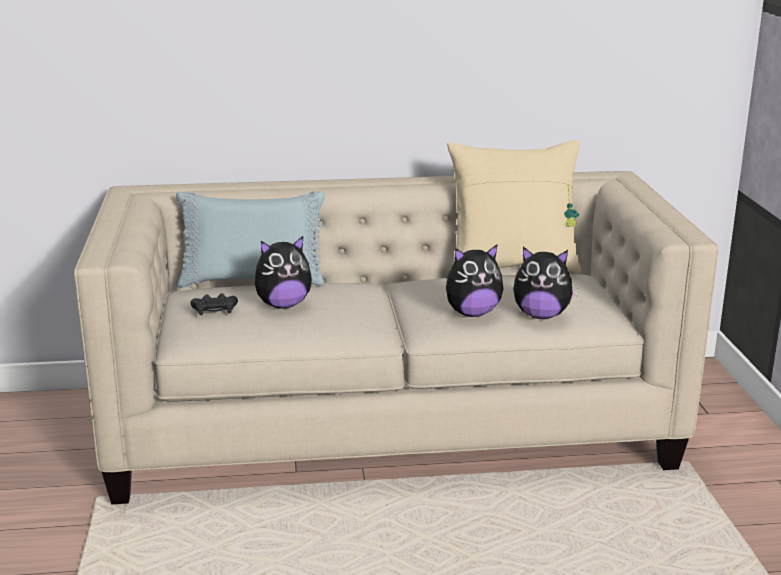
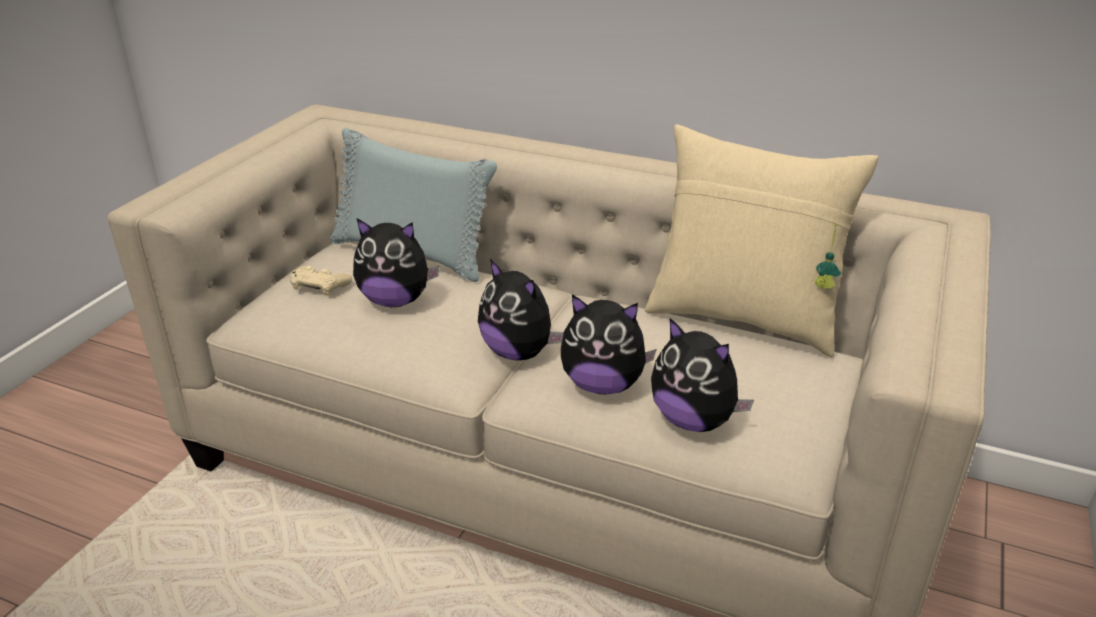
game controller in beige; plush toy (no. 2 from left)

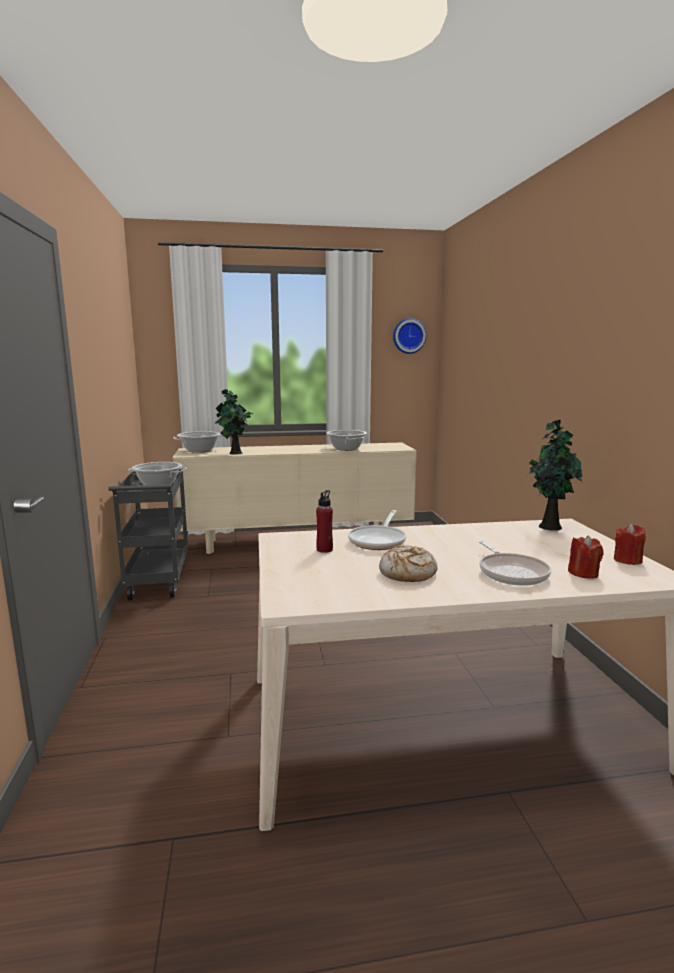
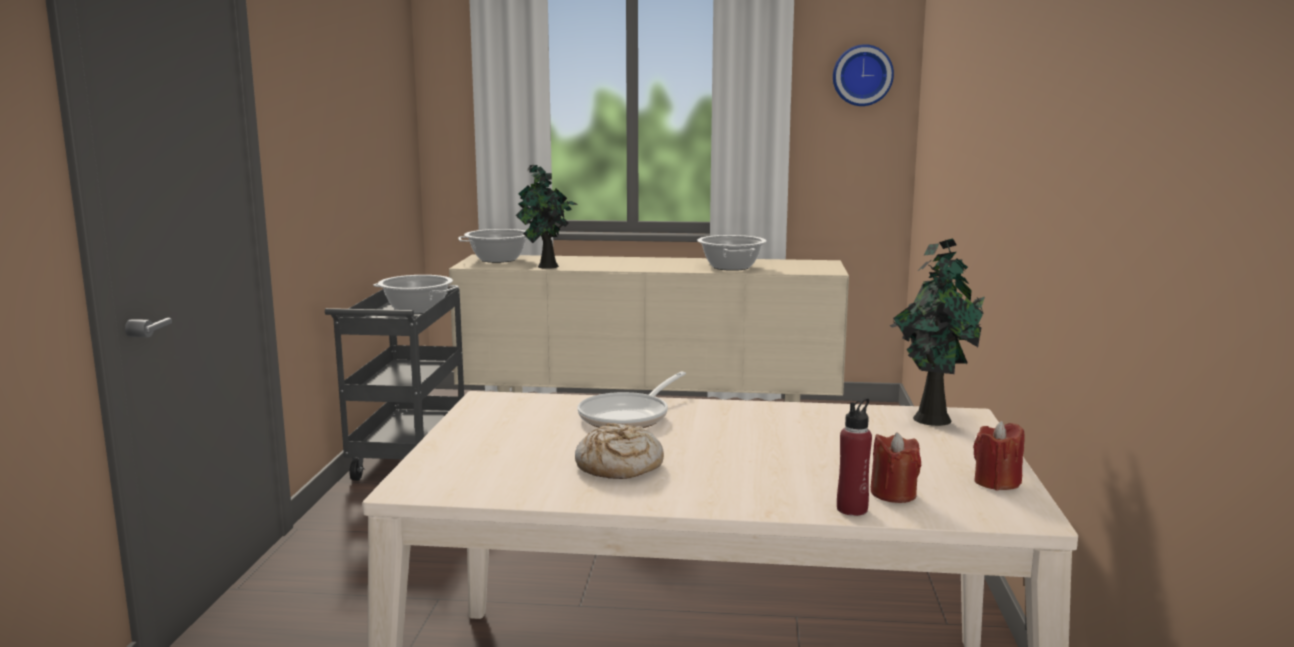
bottle in red; frying pan (no. 2 from left in the first image)

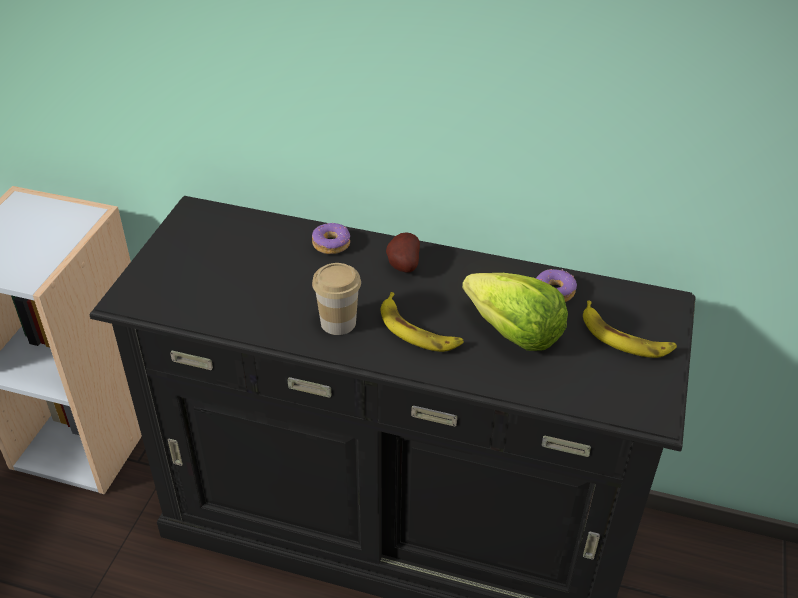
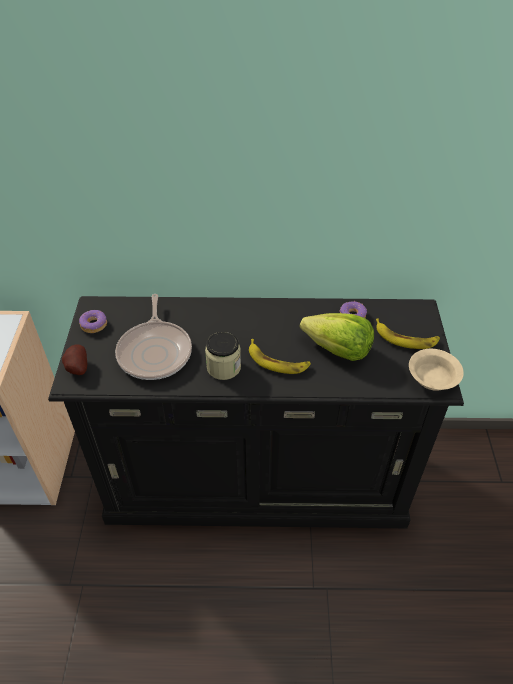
donut (no. 1 from left); potato; jar; frying pan; bowl in beige

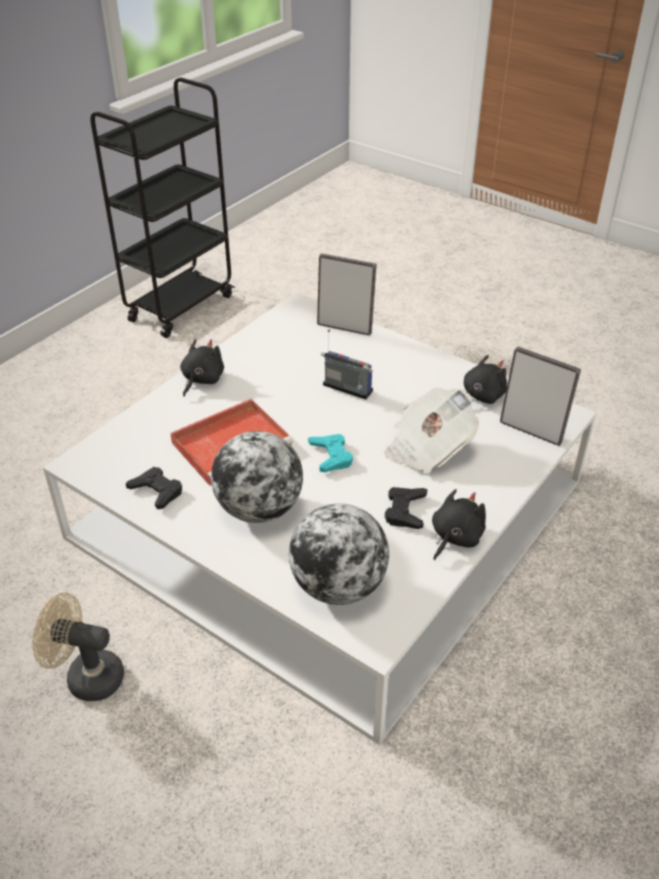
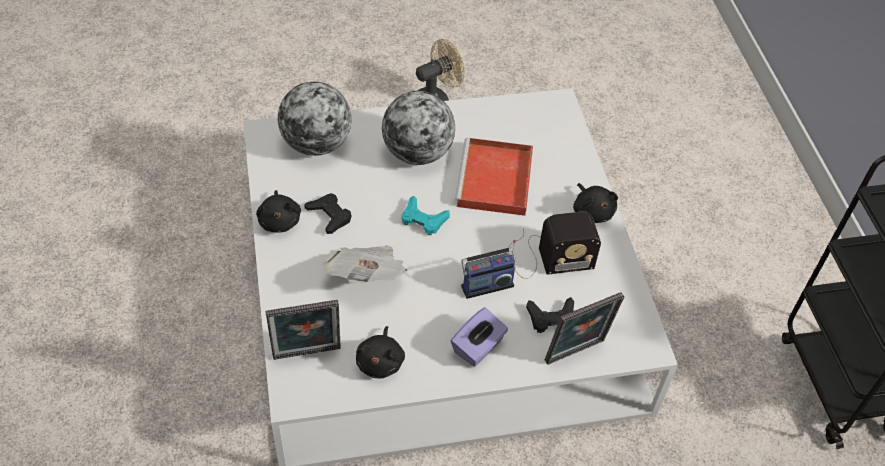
game controller in black (no. 2 from left); radio (no. 2 from left); tissue box in purple

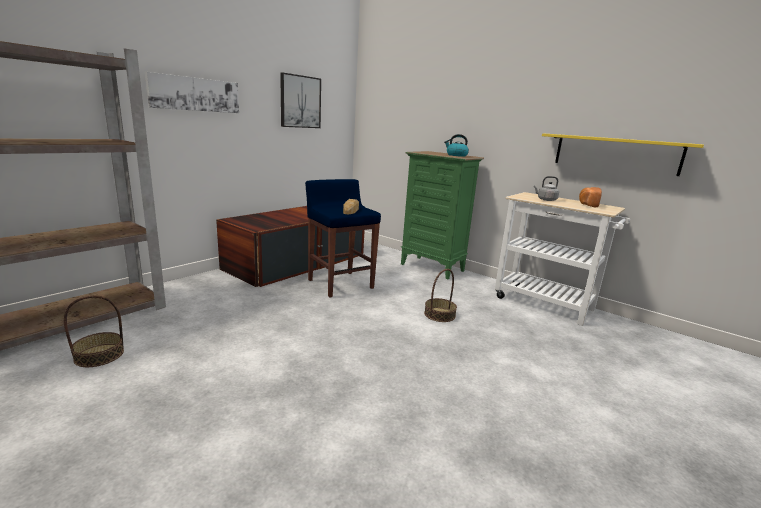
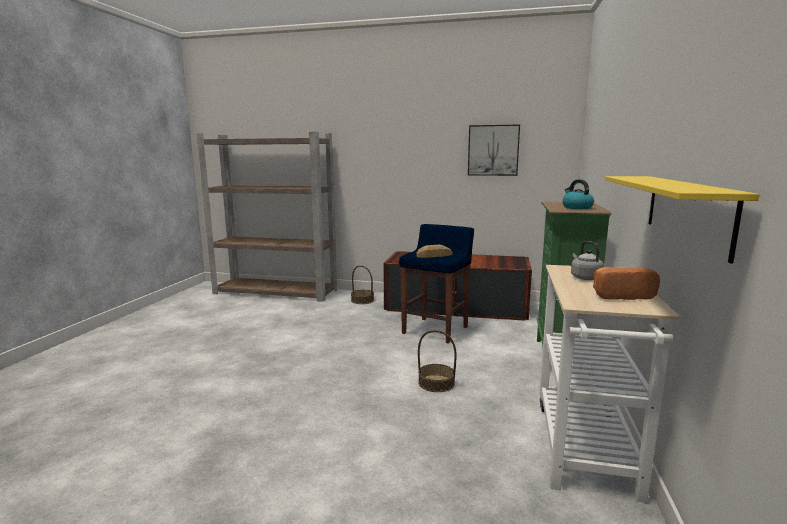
picture (no. 1 from left in the first image); basket (no. 1 from left)

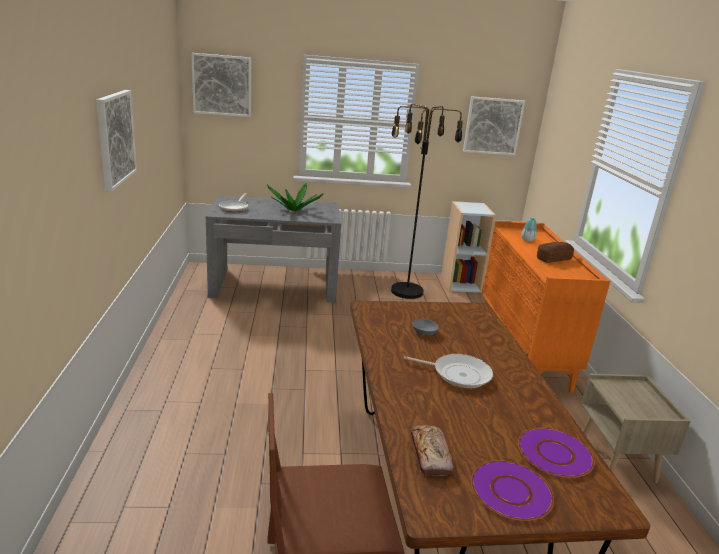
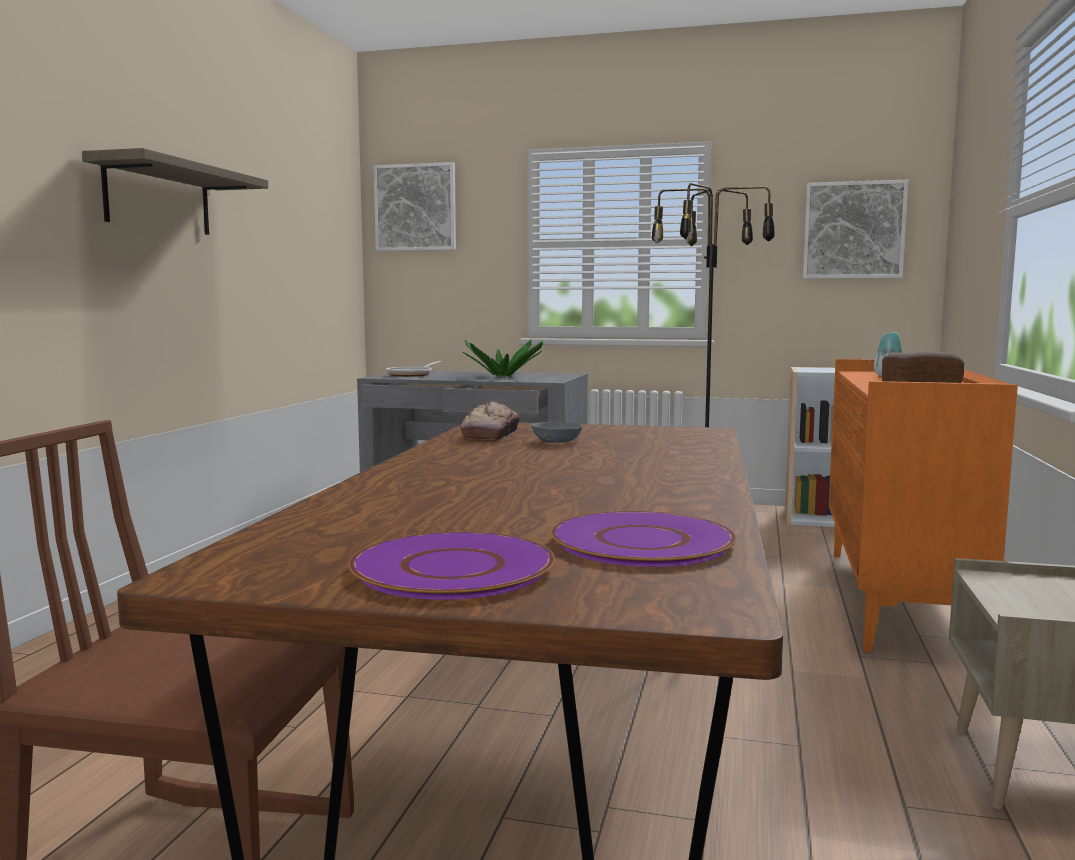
shelf; frying pan (no. 2 from left in the first image); bread (no. 1 from left)

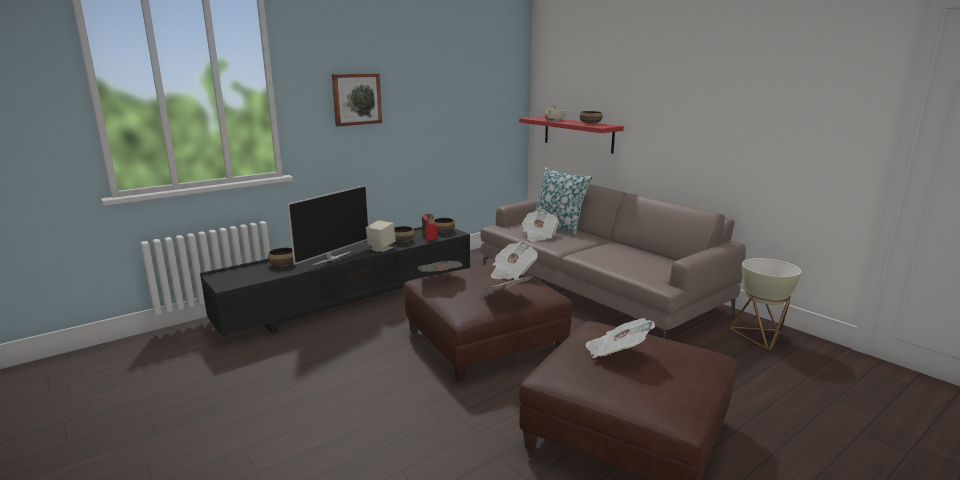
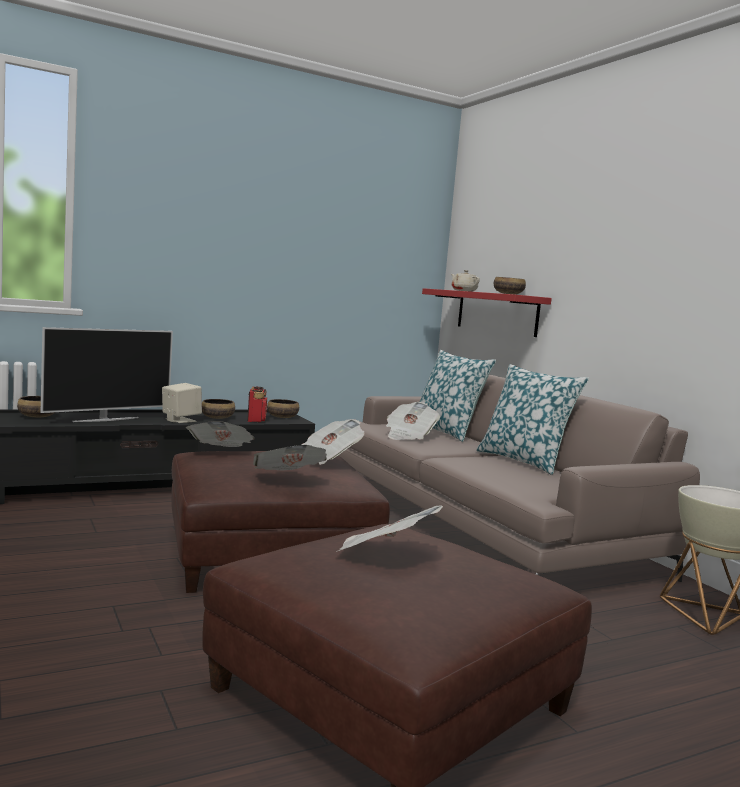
picture; pillow (no. 2 from left)

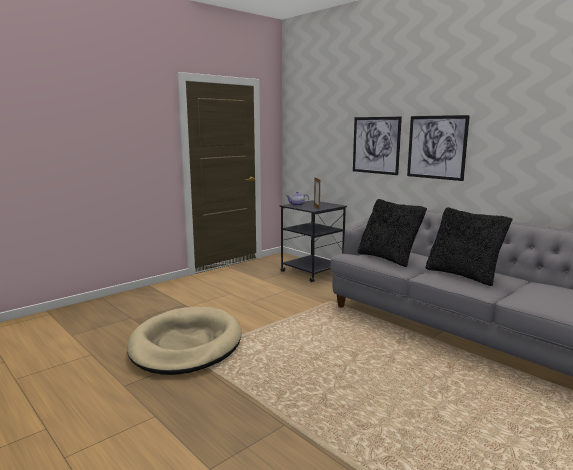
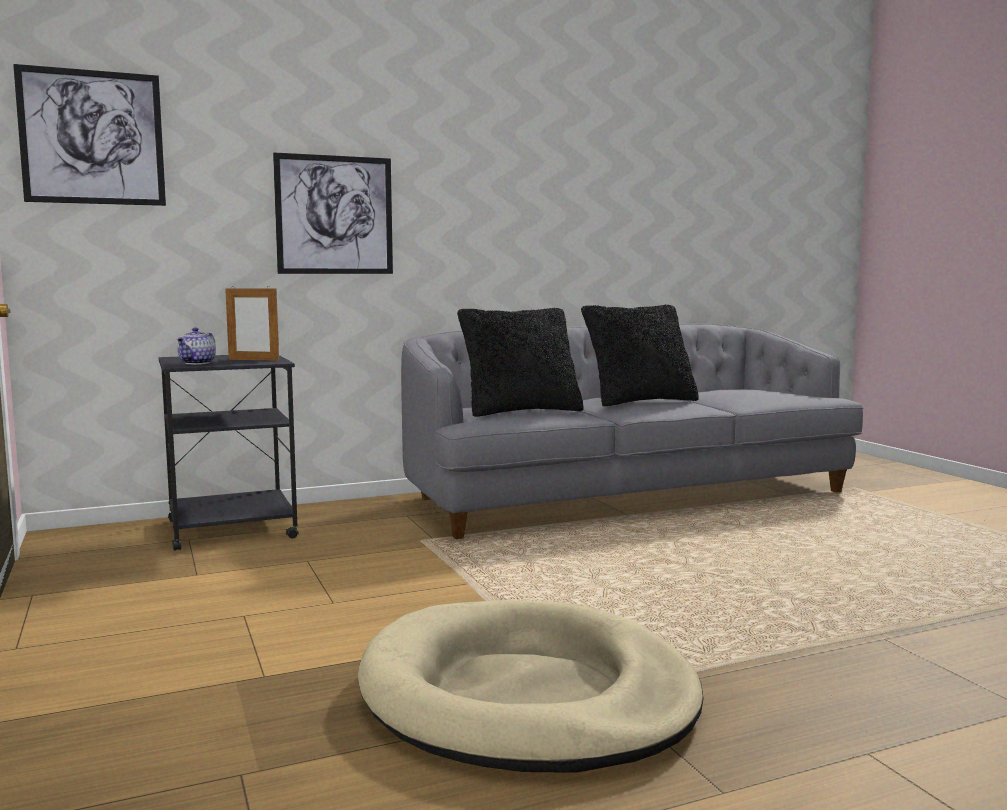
picture (no. 1 from left)

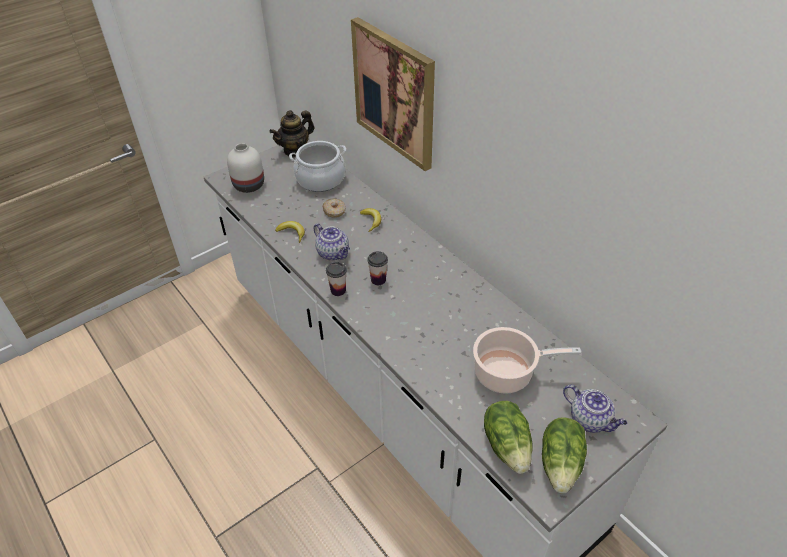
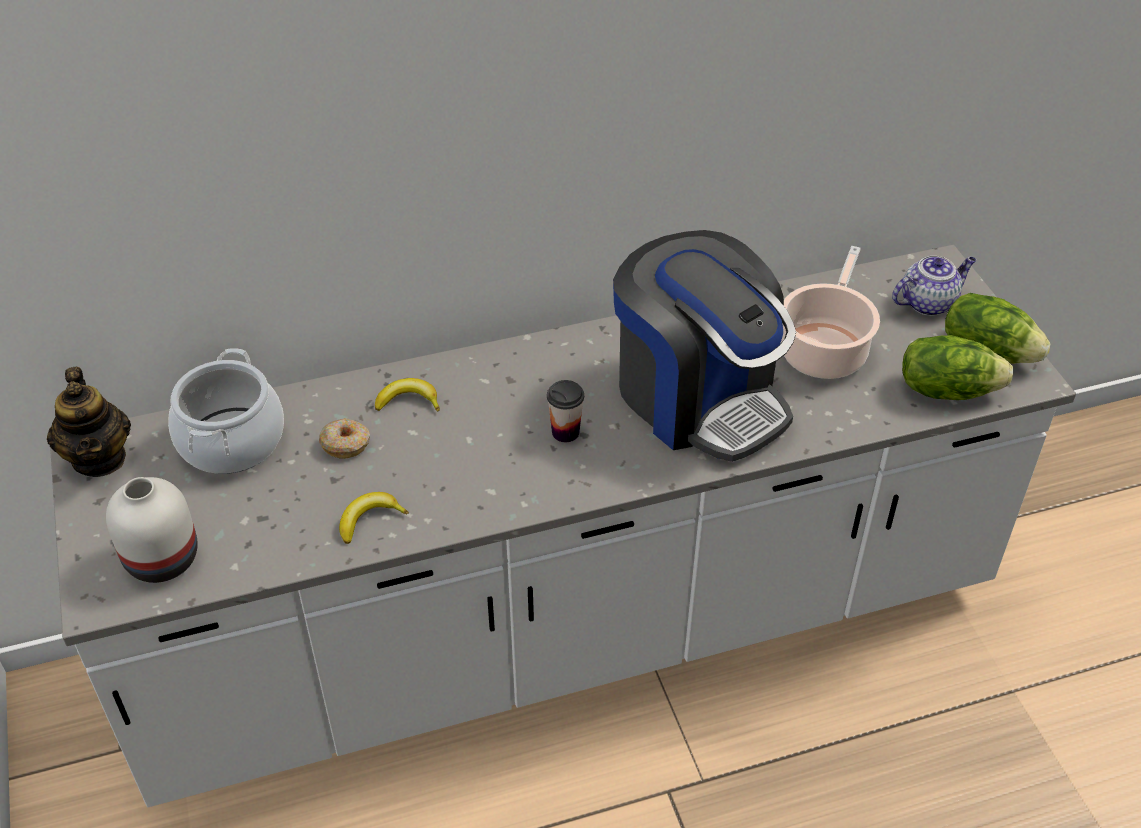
picture; teapot (no. 2 from left in the first image); cup (no. 1 from left in the first image); coffee machine

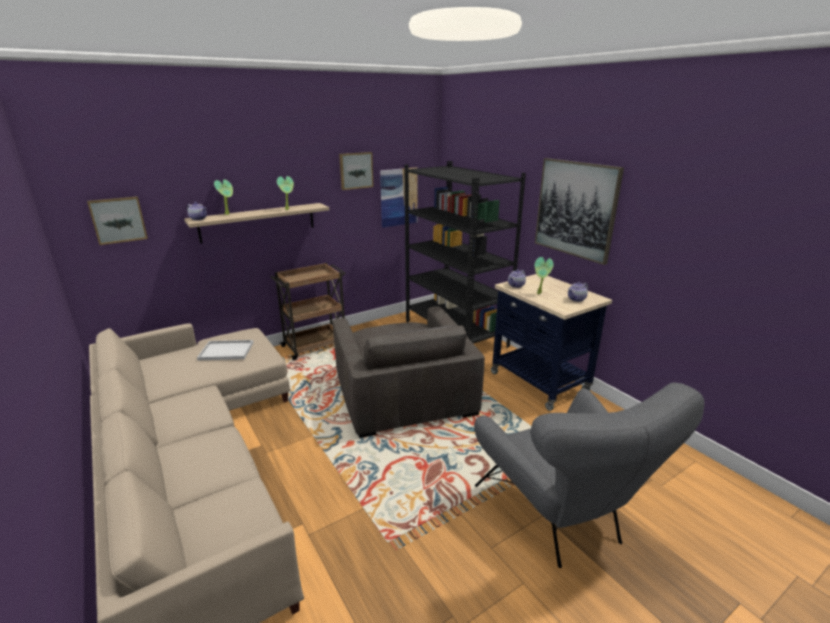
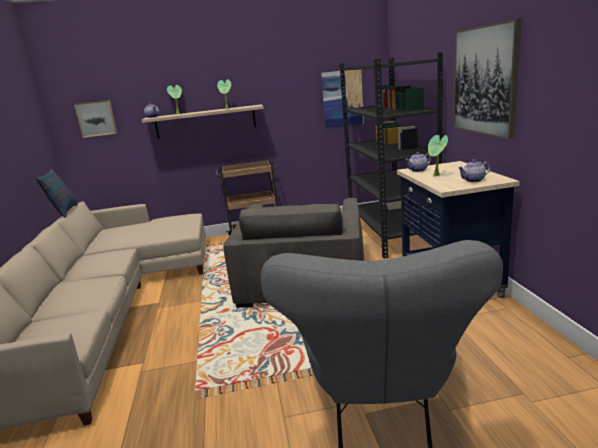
picture (no. 2 from left in the first image); tray in white; pillow in blue

